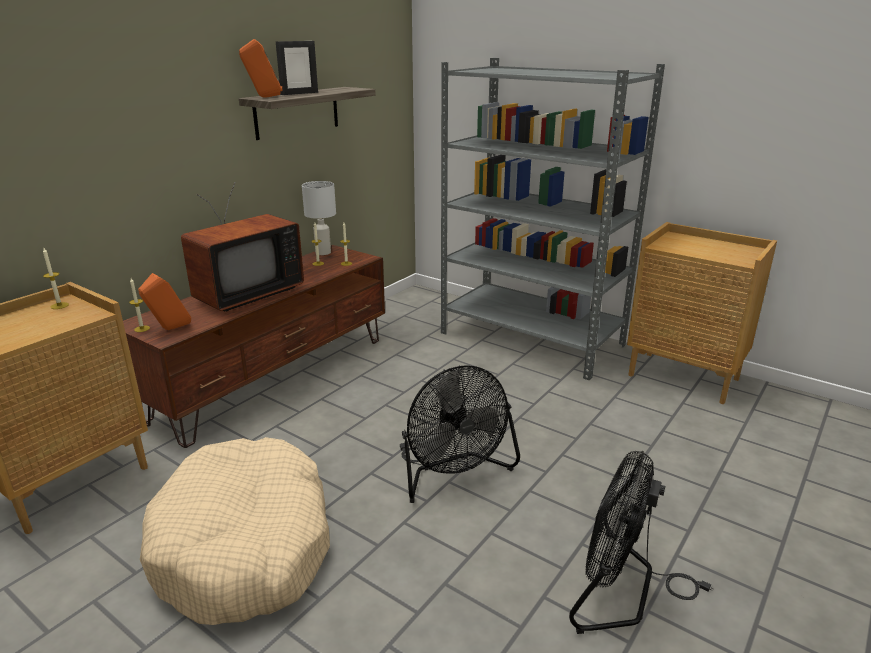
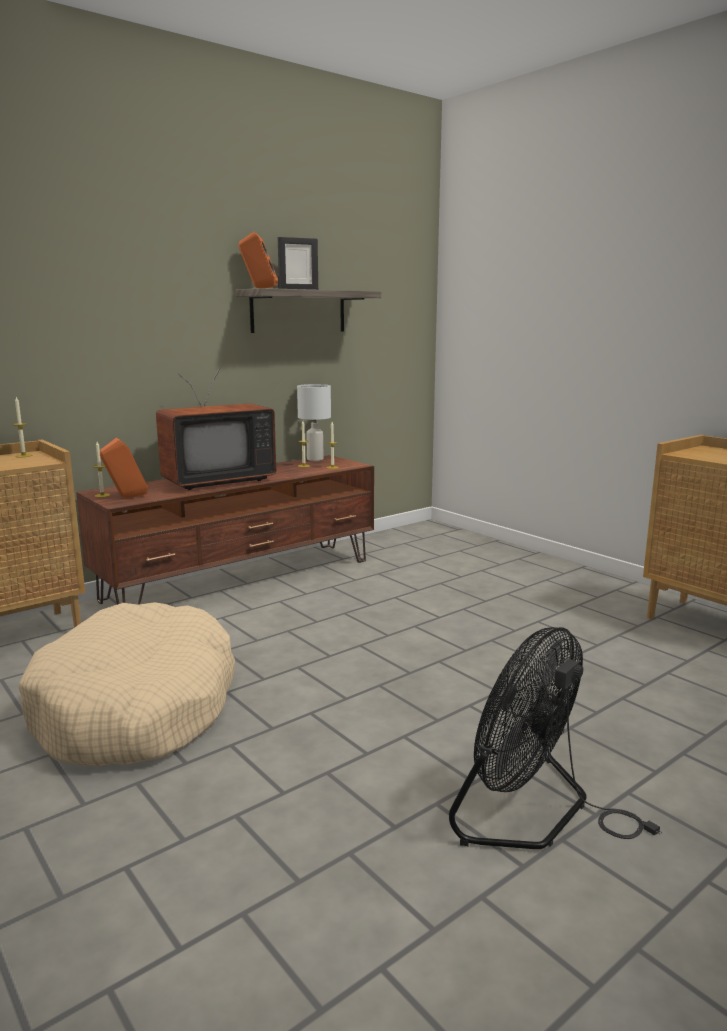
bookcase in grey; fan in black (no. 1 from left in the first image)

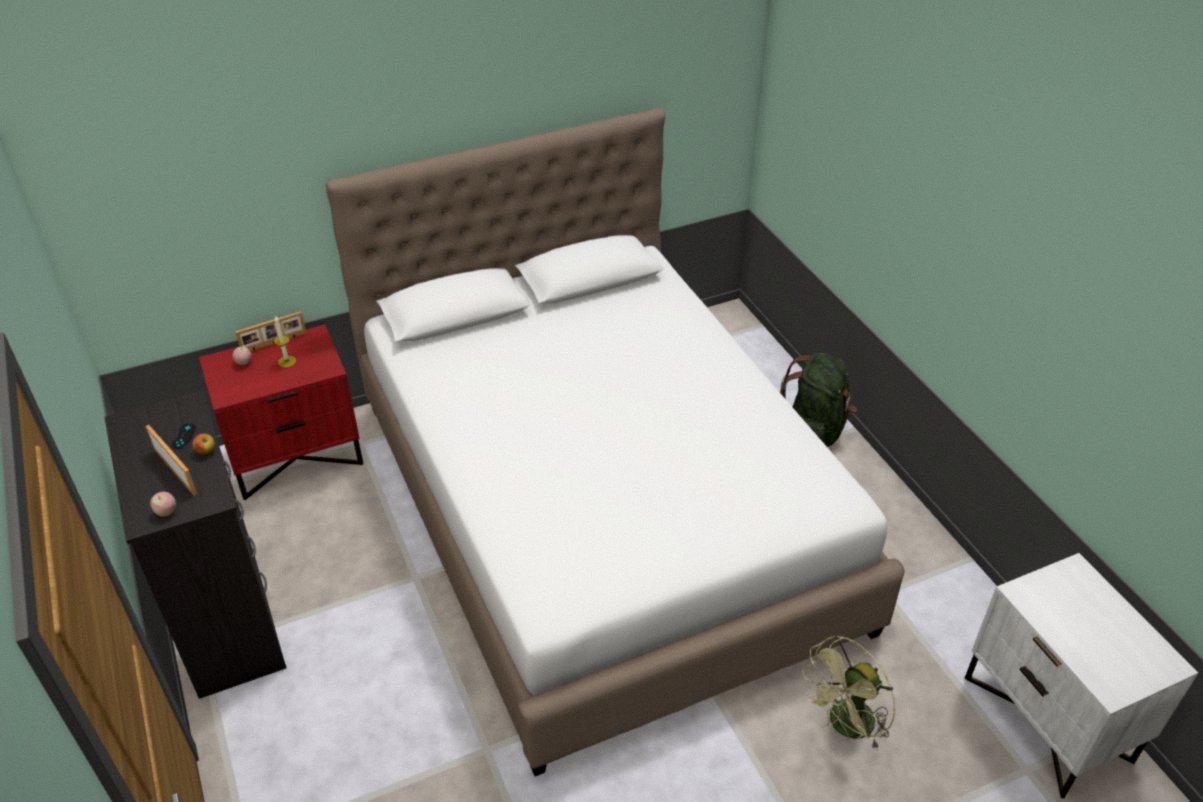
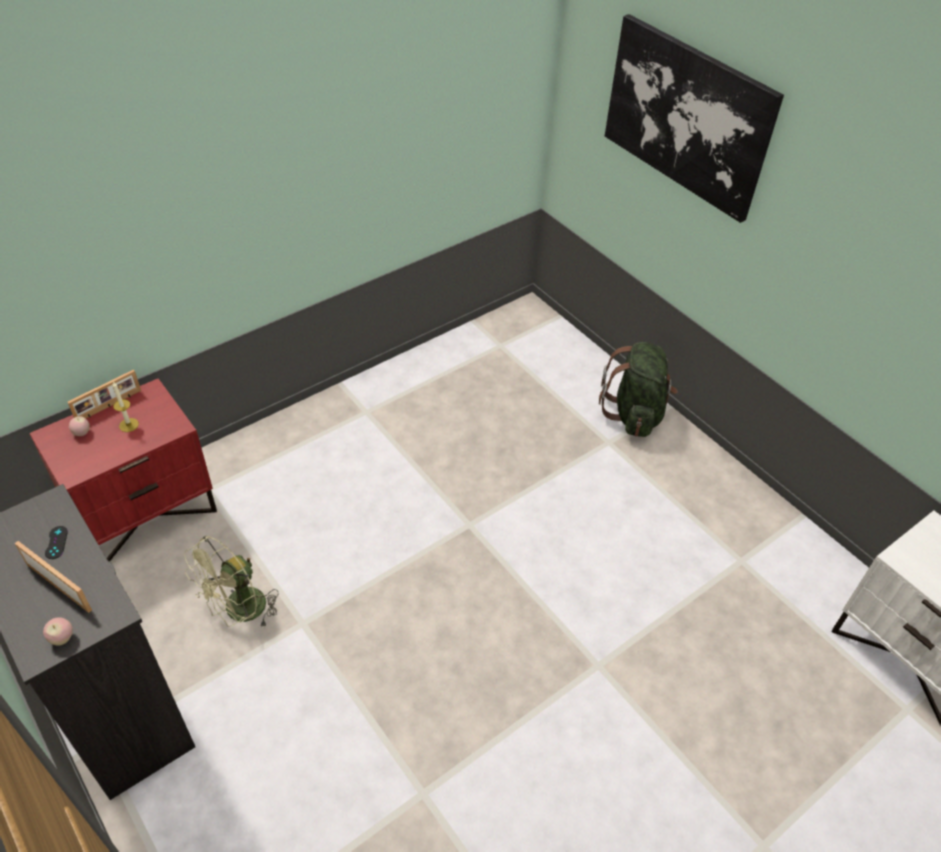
bed in white; apple (no. 2 from left in the first image); fan in green; picture

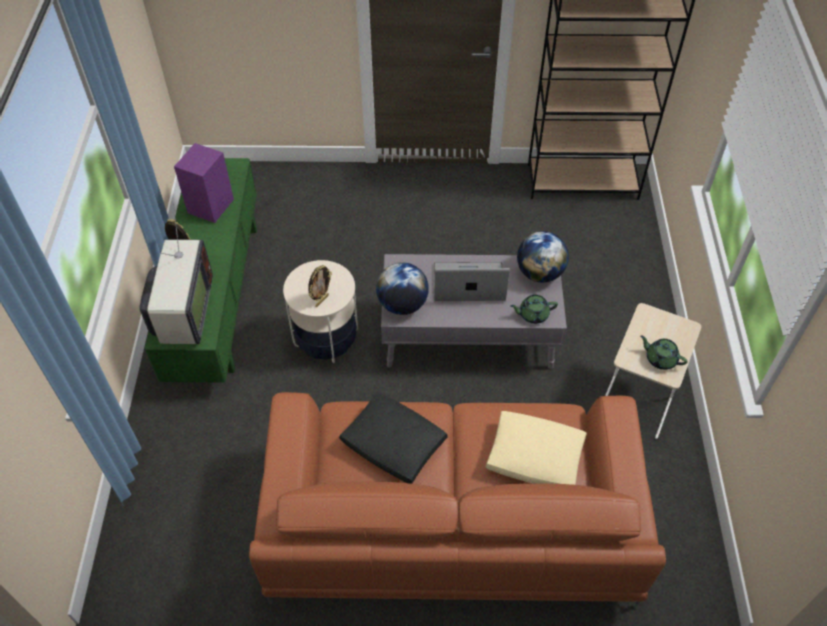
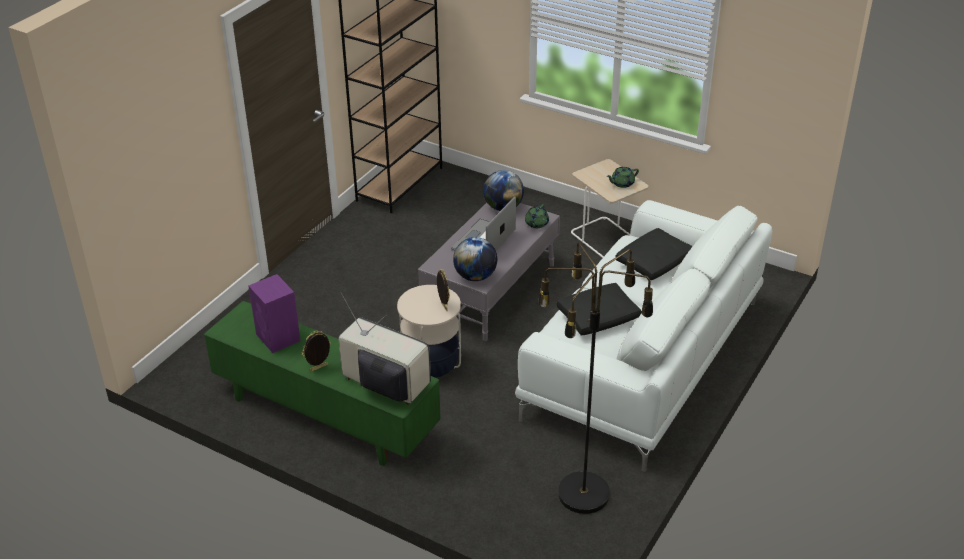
sofa in white; pillow in black (no. 2 from left); floor lamp

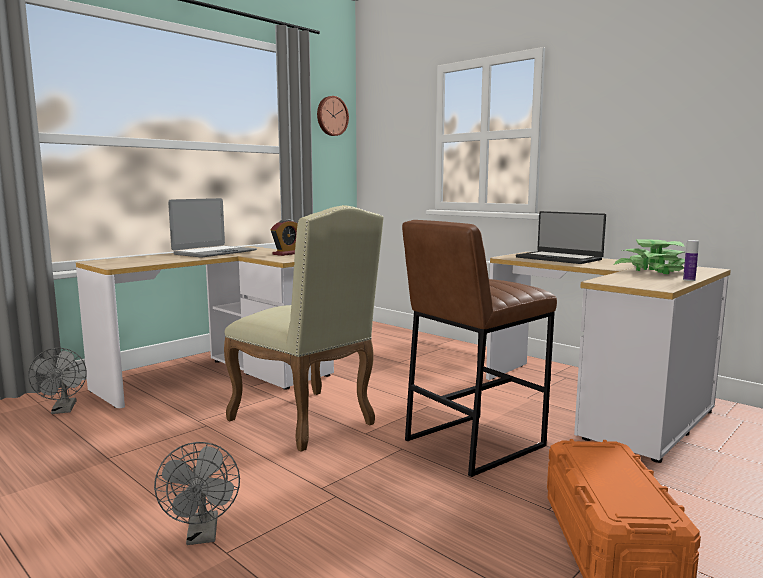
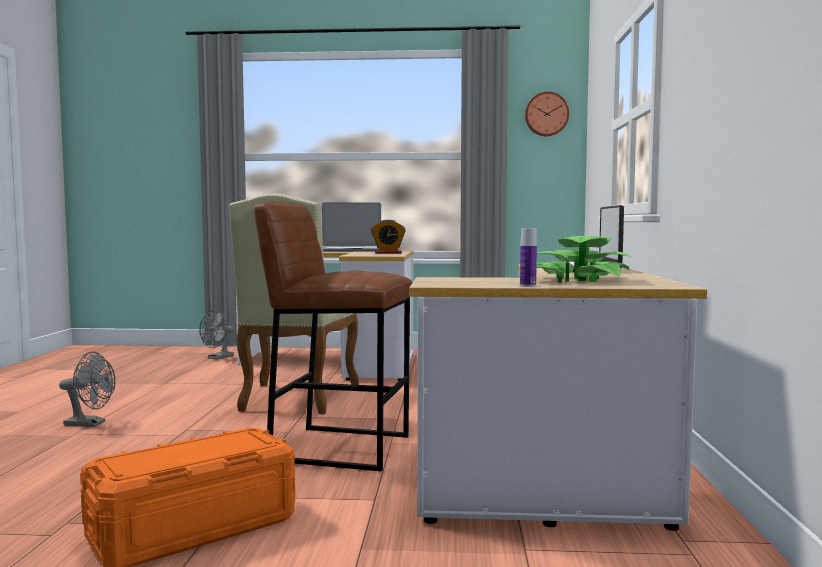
fan in grey (no. 1 from left)

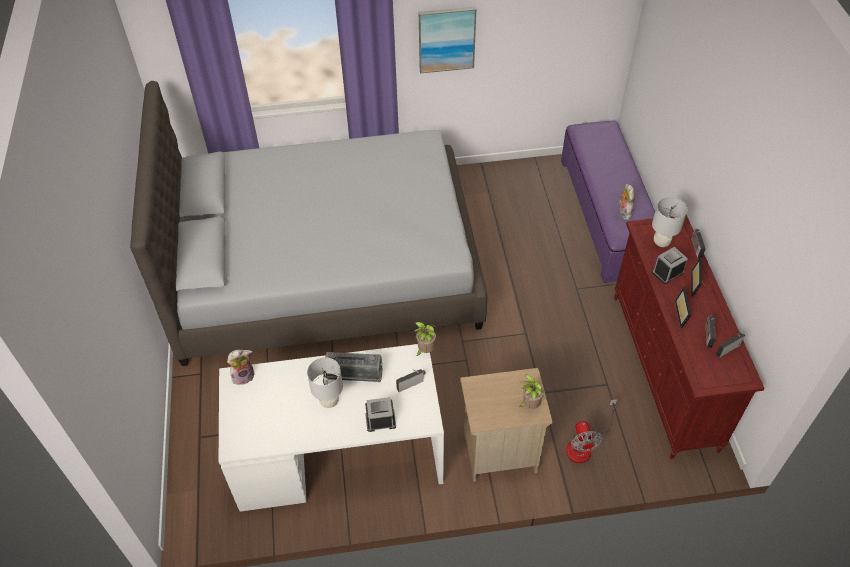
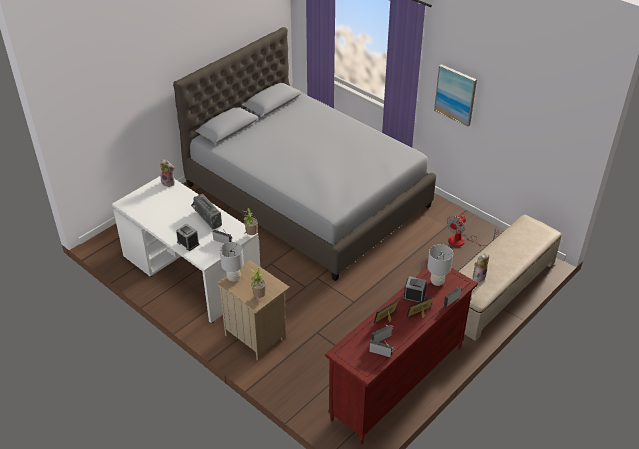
bench in beige; table lamp in grey (no. 1 from left); fan

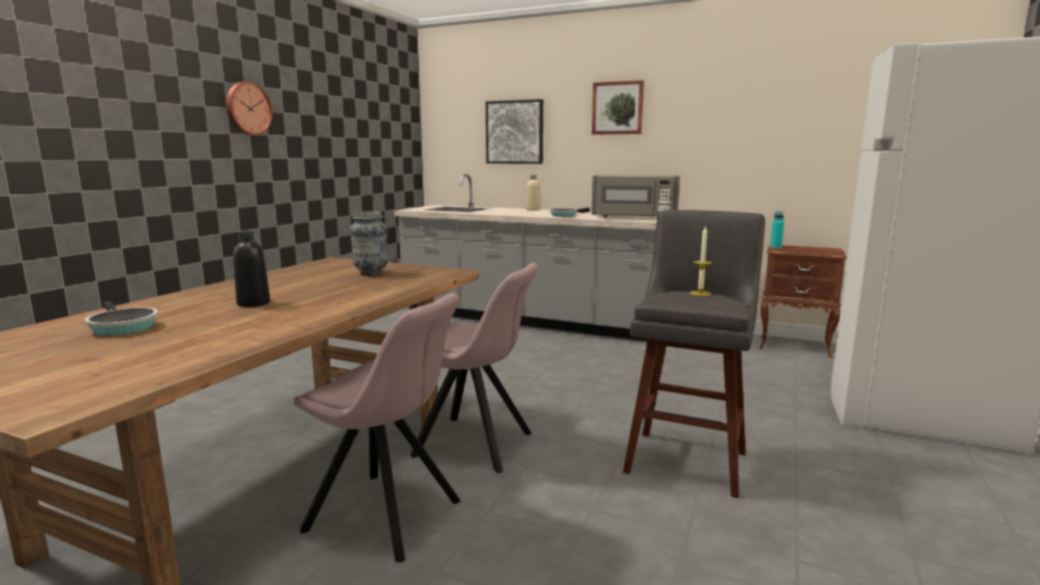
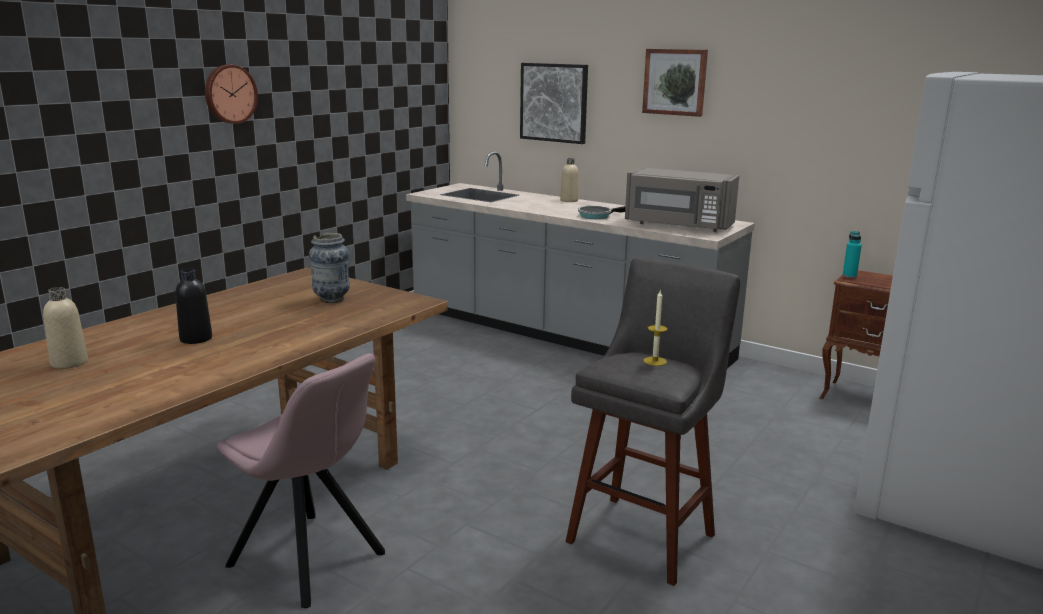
chair in pink (no. 2 from left in the first image); bottle in beige (no. 1 from left)

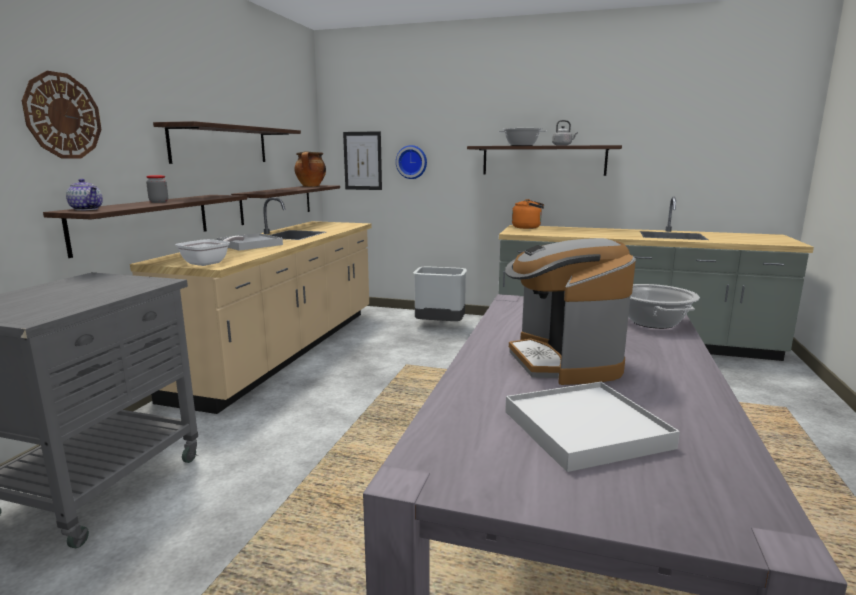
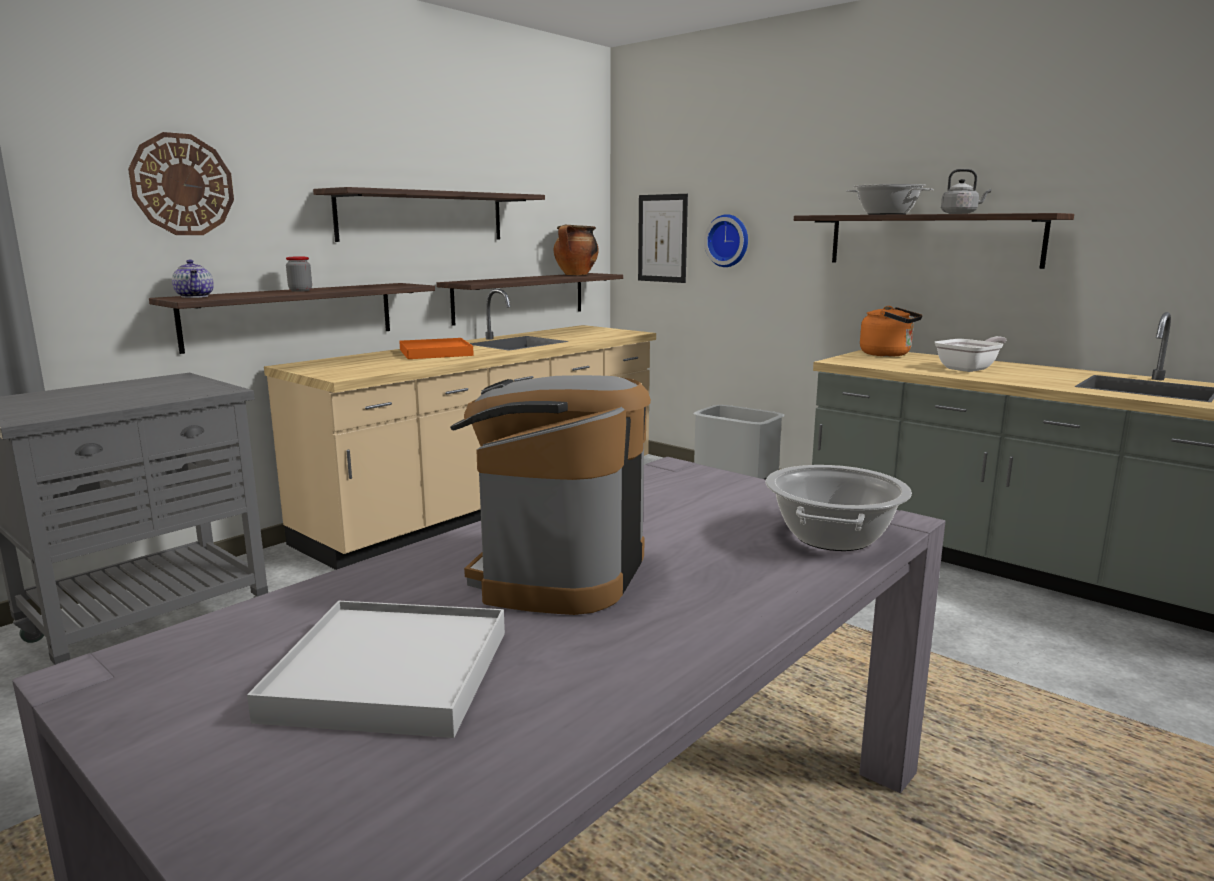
tray in orange; frying pan

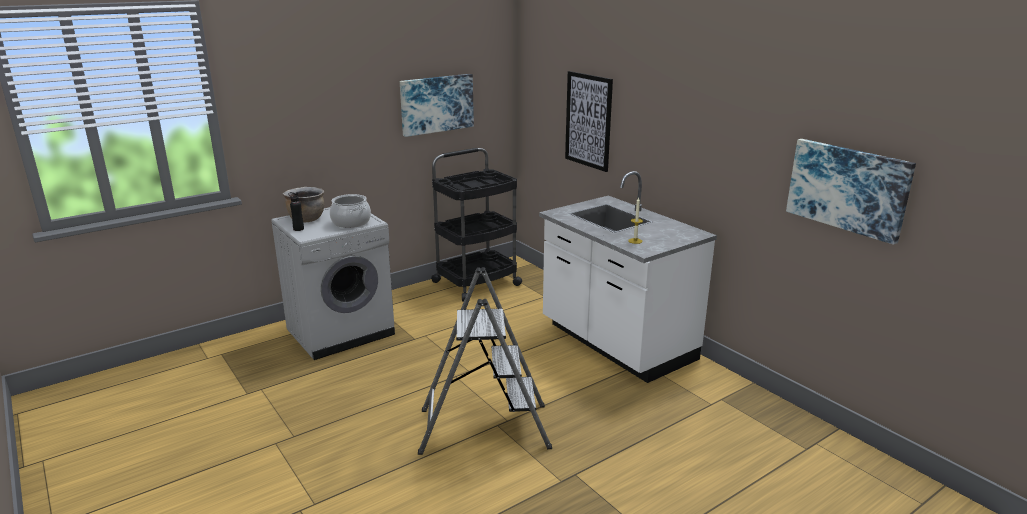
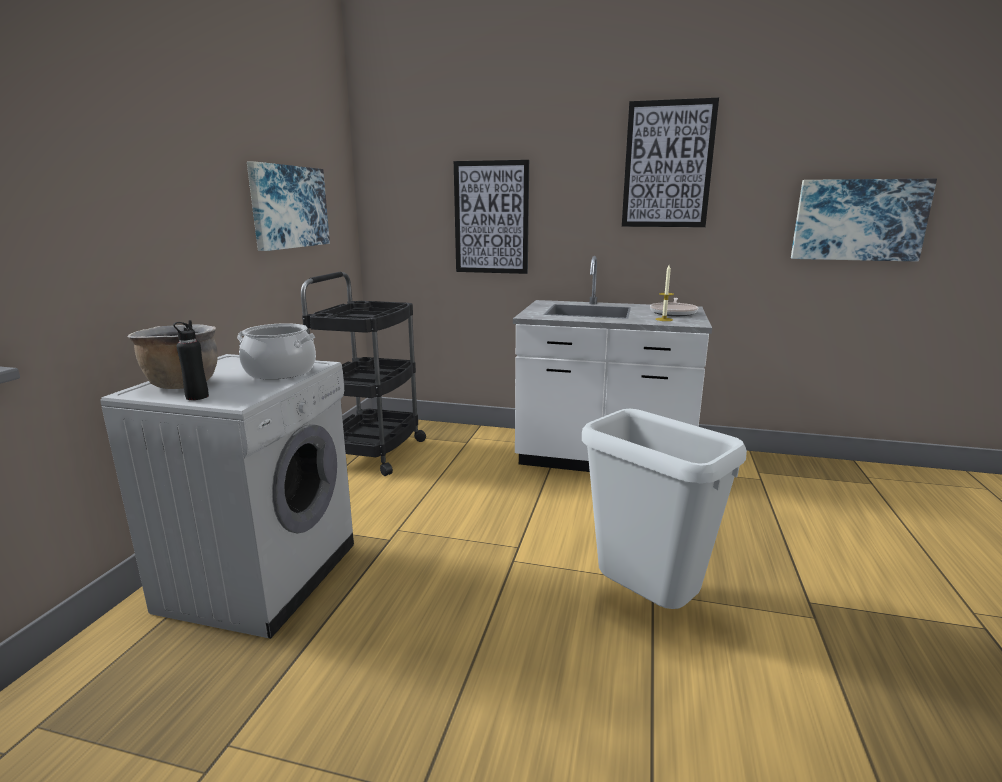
trash can in grey; picture (no. 3 from left); frying pan

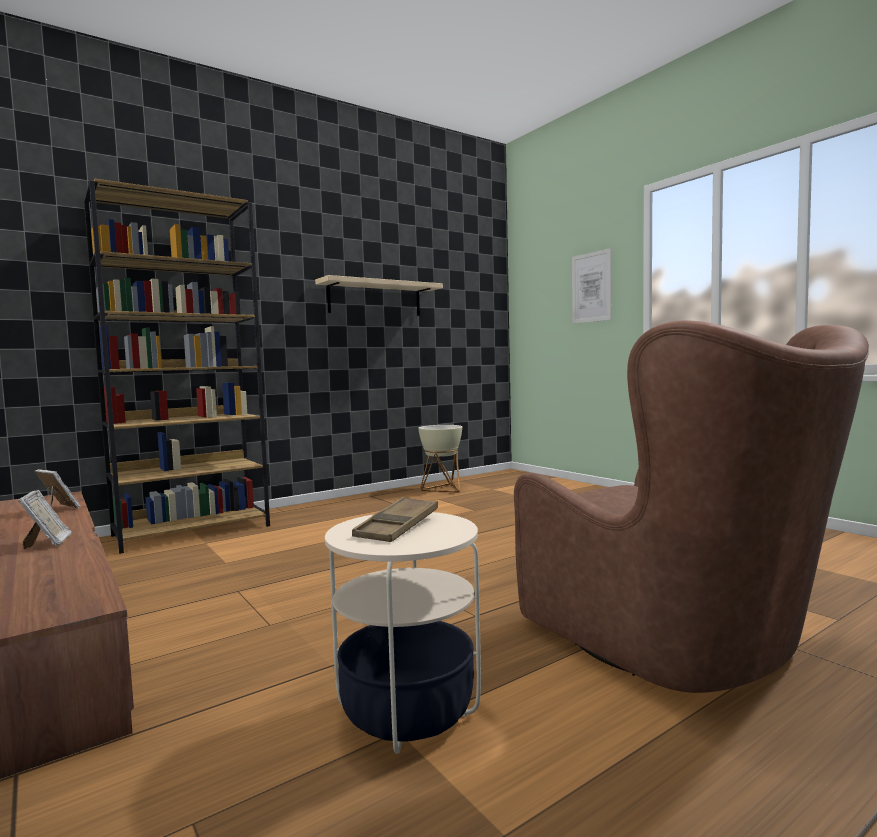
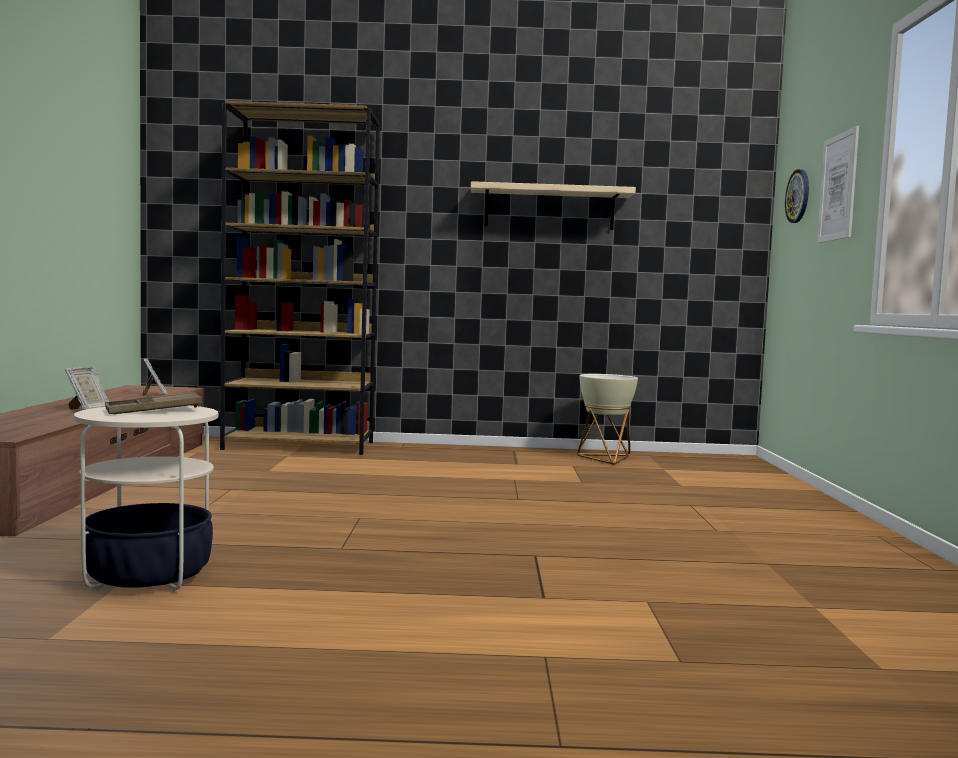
armchair in brown; wall clock

